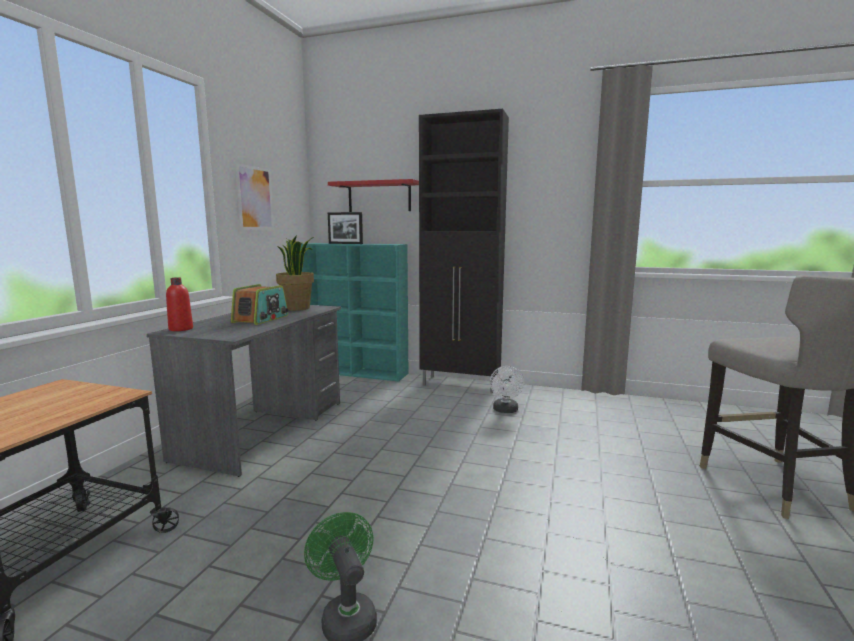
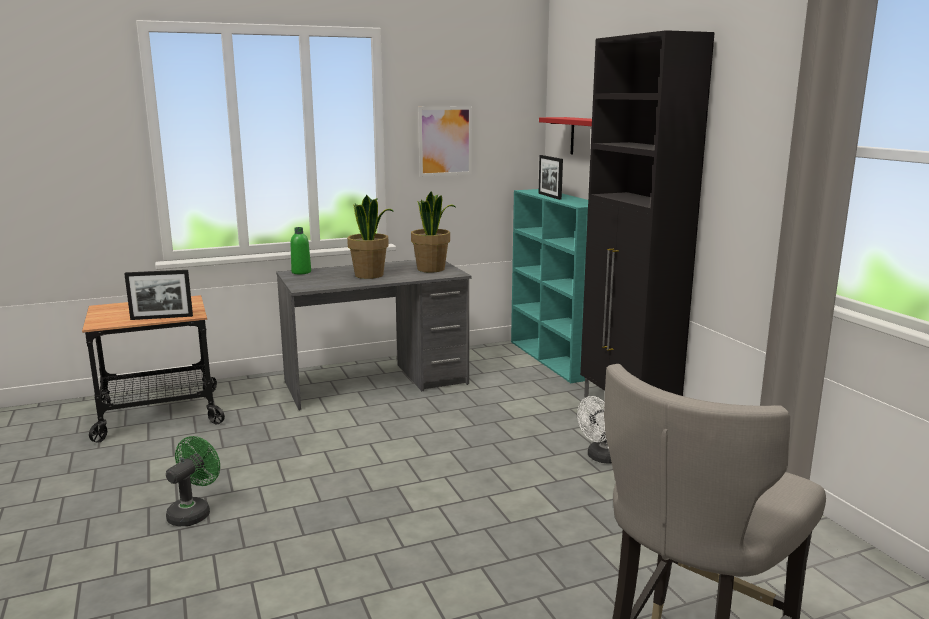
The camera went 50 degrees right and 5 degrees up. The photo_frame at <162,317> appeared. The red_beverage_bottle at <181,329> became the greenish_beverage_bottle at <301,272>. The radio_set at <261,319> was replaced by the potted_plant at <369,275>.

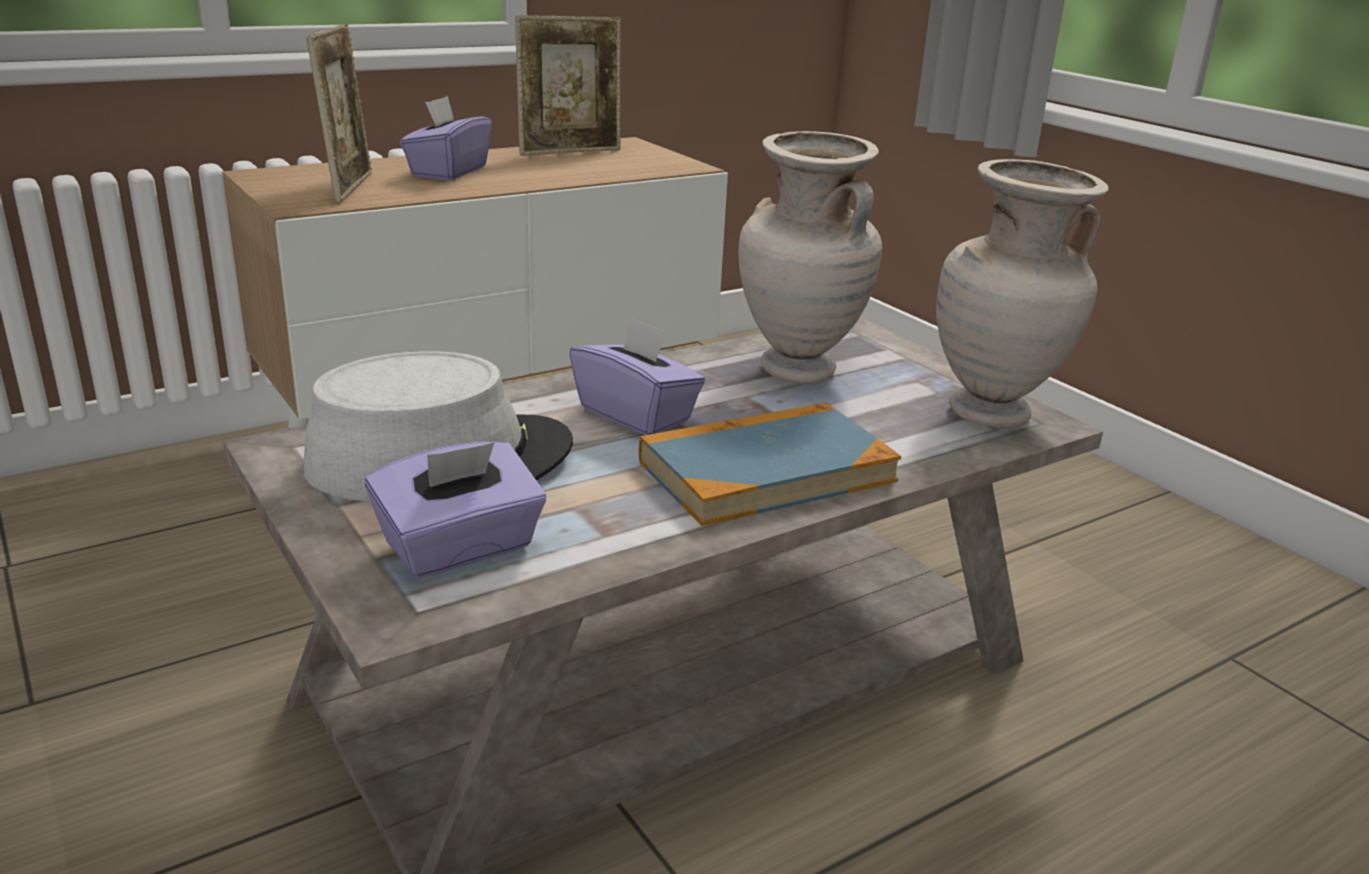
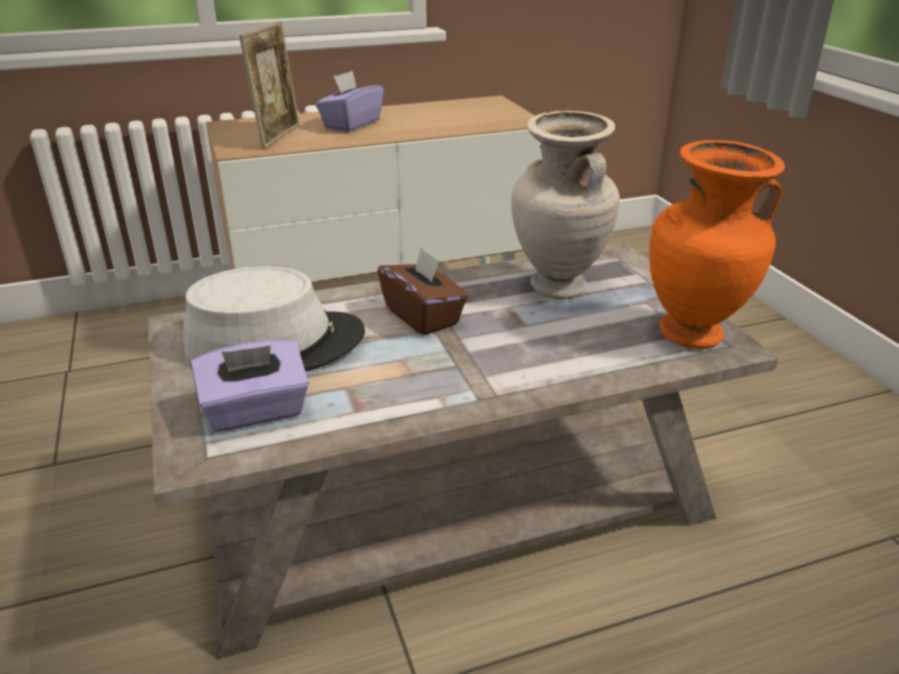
The camera went 15 degrees right and 5 degrees up. The purple-coloured_tissue_box at <636,414> became the brownish_tissue_box at <423,316>. The sand-coloured_decorative_vase at <992,414> became the orange-coloured_decorative_vase at <692,336>. The photo_frame at <570,152> disappeared. The bound_book at <766,471> disappeared.

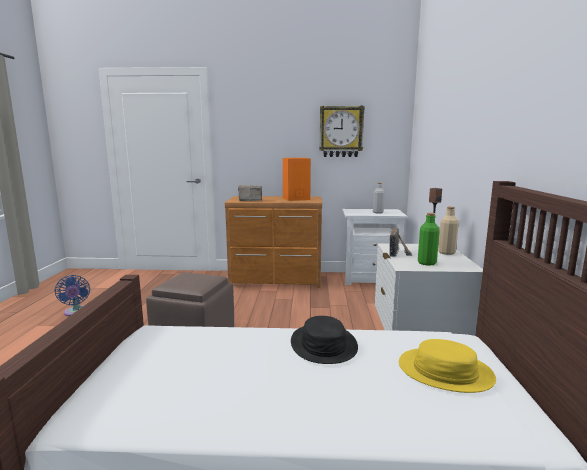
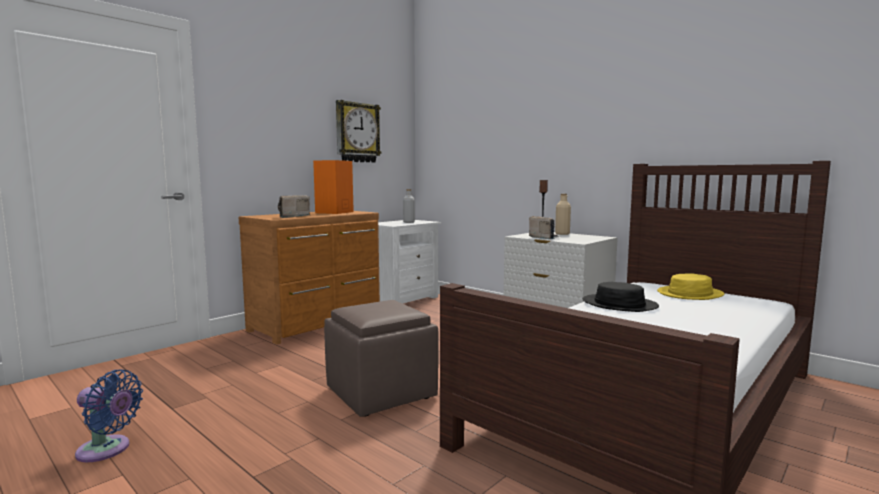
The camera went 50 degrees left and 5 degrees down. The greenish_beverage_bottle at <427,263> disappeared.

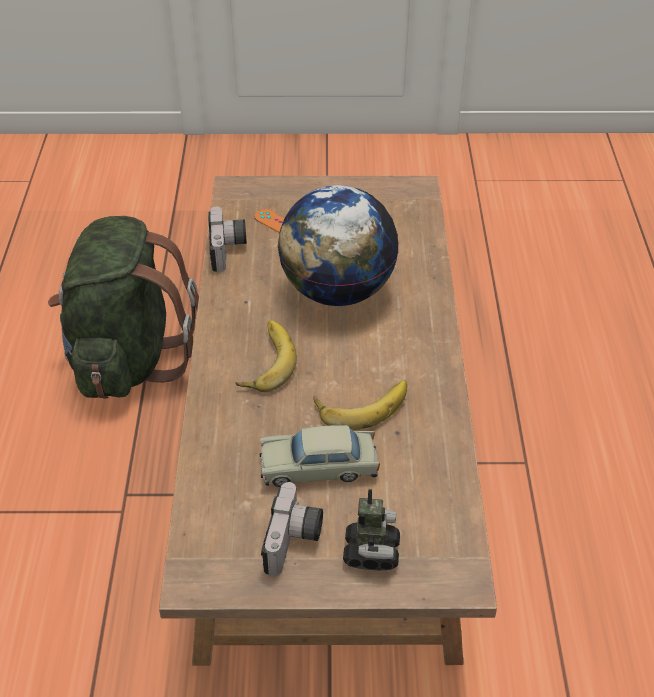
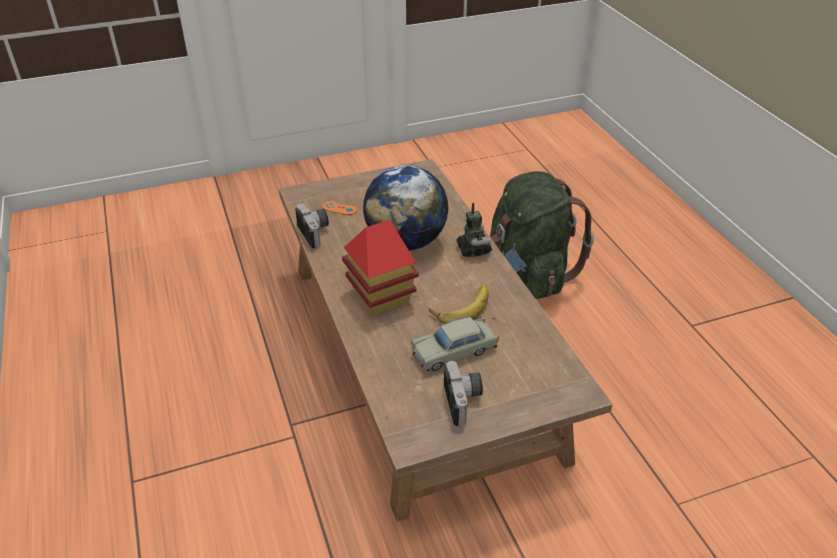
The camera went 20 degrees left and 5 degrees down. The banana at <264,361> was replaced by the model_house at <380,296>. The model_robot moved from <371,552> to <473,250>. The greenish_backpack moved from <128,359> to <528,275>.

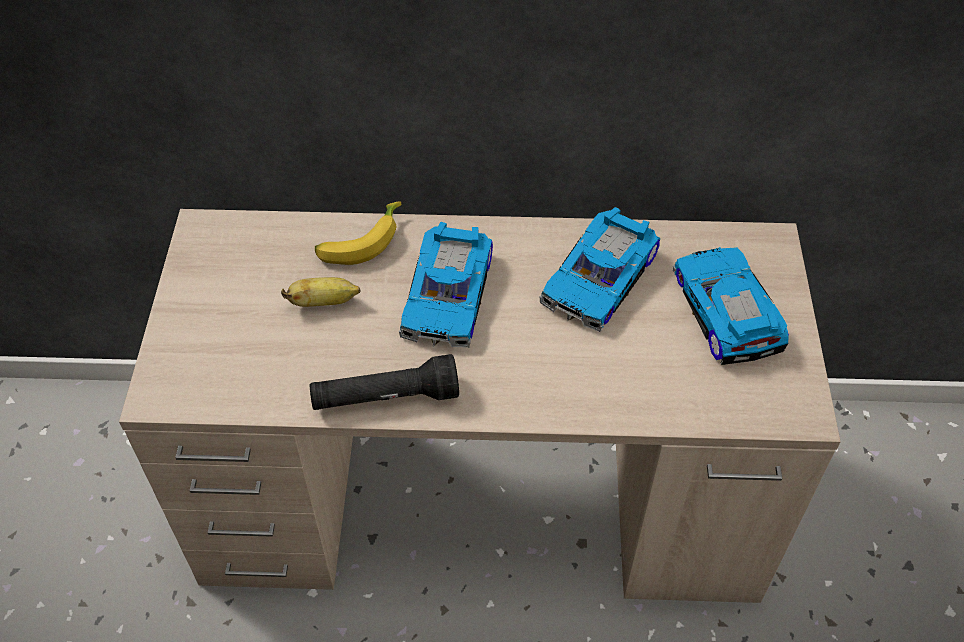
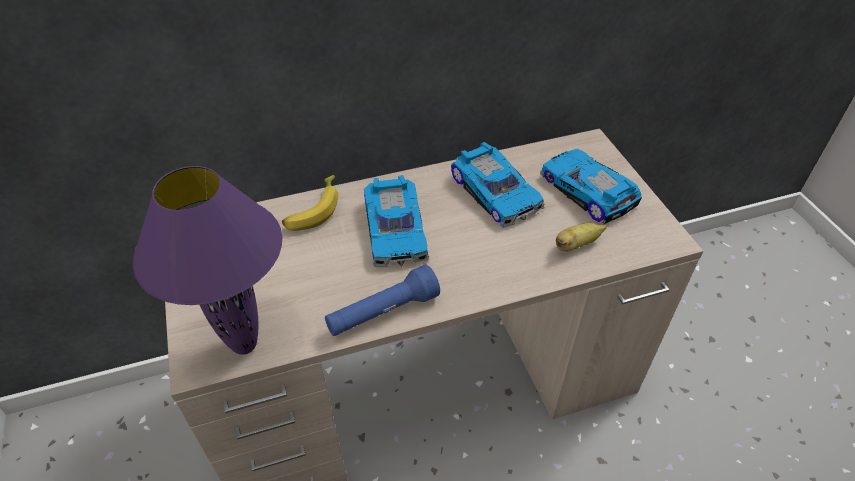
The camera went 20 degrees left and 5 degrees down. The purple-coloured_table_lamp at <244,343> appeared. The black-coloured_hand_torch at <385,398> became the bluish_hand_torch at <383,313>. The model_car at <602,279> turned 45 degrees counterclockwise. The banana moved from <324,302> to <576,245>.

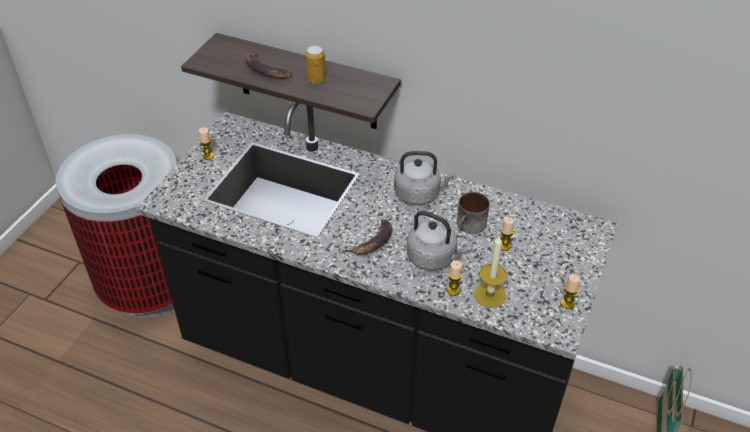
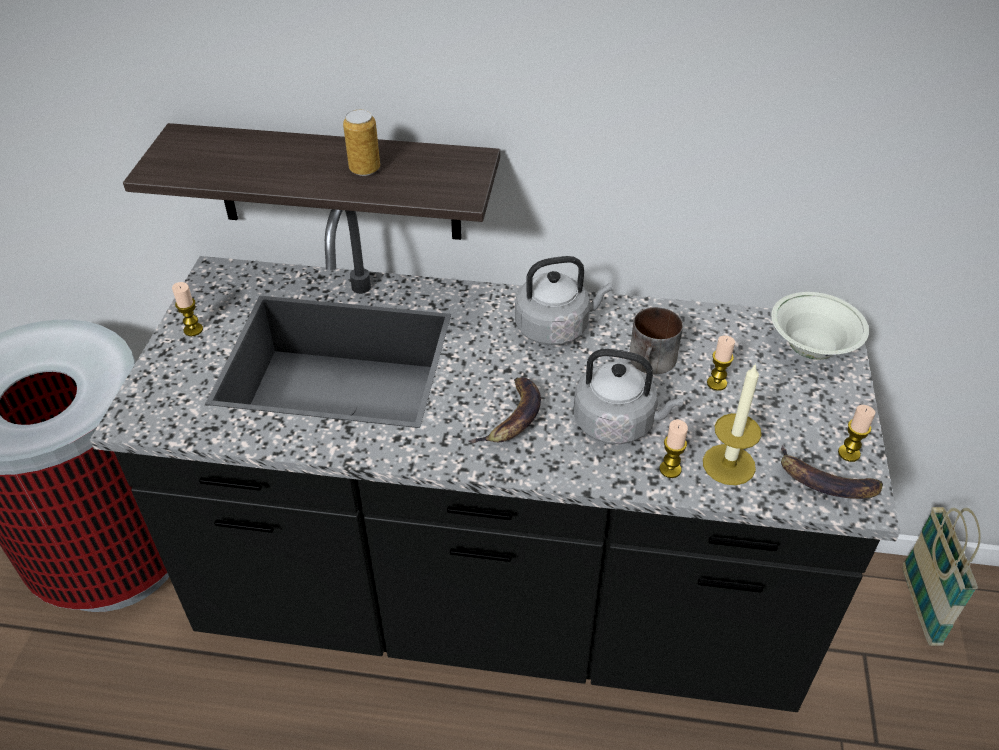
The camera went 15 degrees left and 0 degrees up. The whitish_bowl at <811,349> appeared. The banana moved from <265,70> to <824,482>.

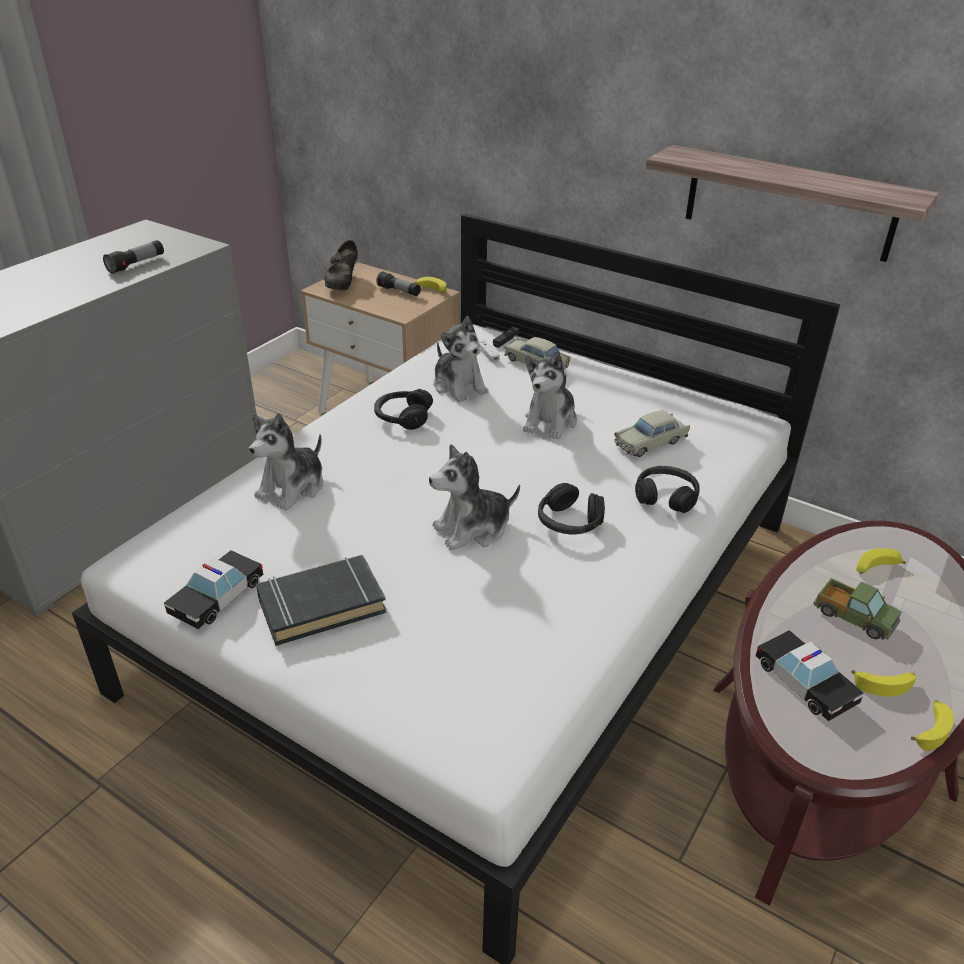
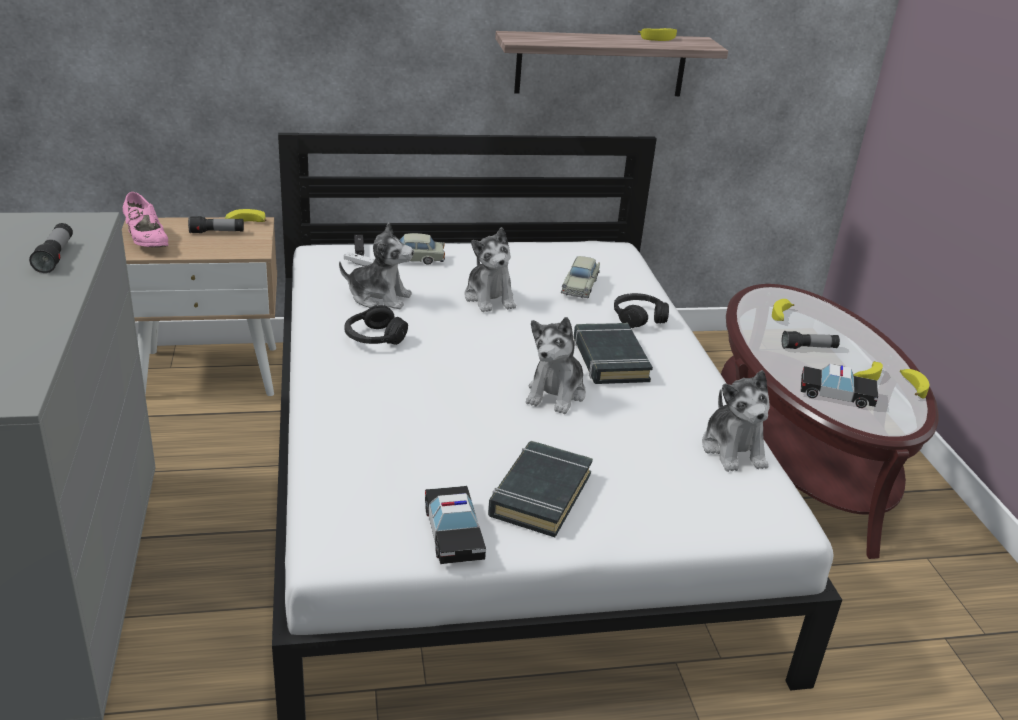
The camera went 45 degrees left and 5 degrees down. The black-coloured_low_shoe at <343,284> became the pinkish_low_shoe at <146,241>. The black-coloured_headphones at <569,522> was replaced by the black-coloured_bound_book at <609,359>. The banana at <659,38> appeared. The soft_toy moved from <292,488> to <733,449>. The model_truck at <853,618> was replaced by the hand_torch at <808,348>.

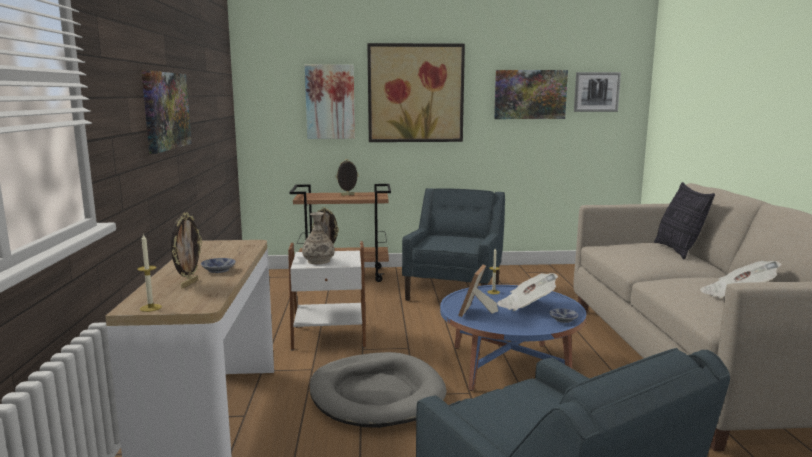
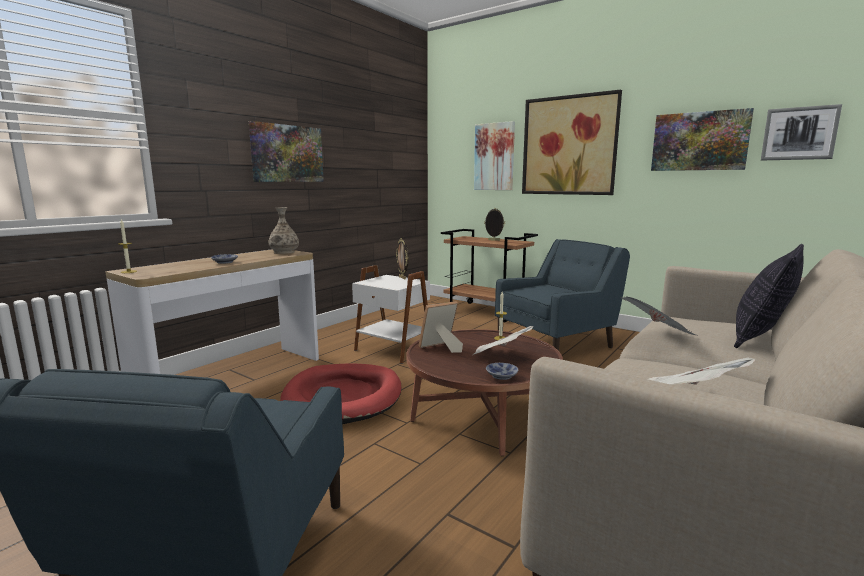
The camera went 40 degrees right and 0 degrees up. The decorative_vase moved from <318,261> to <284,252>. The gray_pet_bed at <376,394> became the red_pet_bed at <343,397>. The bluish_coffee_table at <509,366> became the brownish_coffee_table at <481,416>. The printed_paper at <657,335> appeared. The photo_frame at <189,284> disappeared.

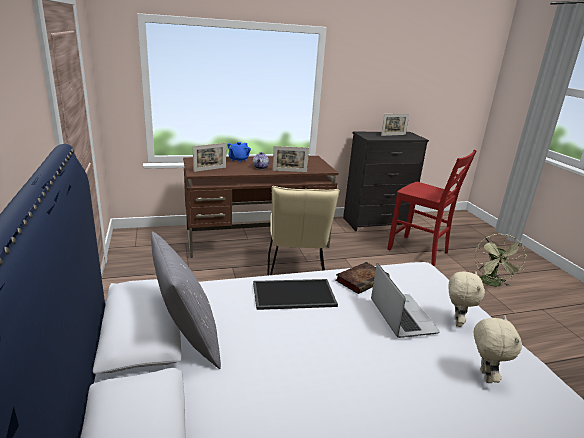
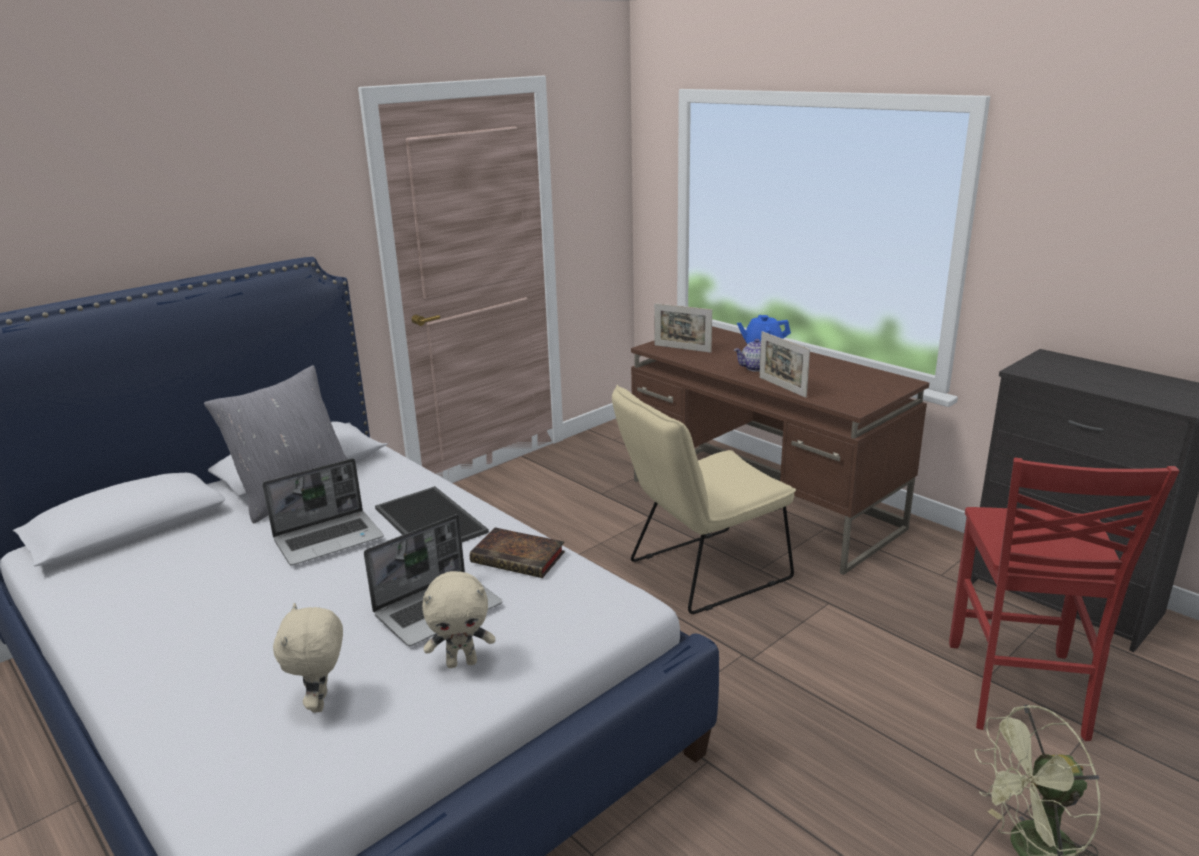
The camera went 65 degrees right and 0 degrees up. The portable_computer at <329,539> appeared. The sand-coloured_soft_toy at <484,376> turned 105 degrees clockwise. The photo_frame at <393,135> disappeared.

